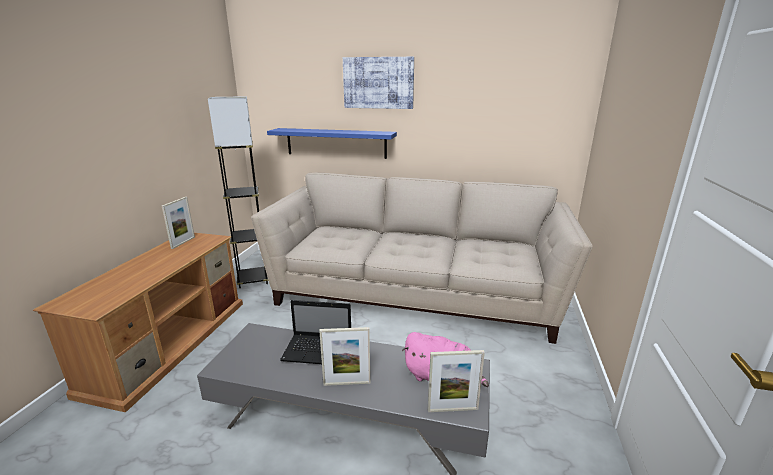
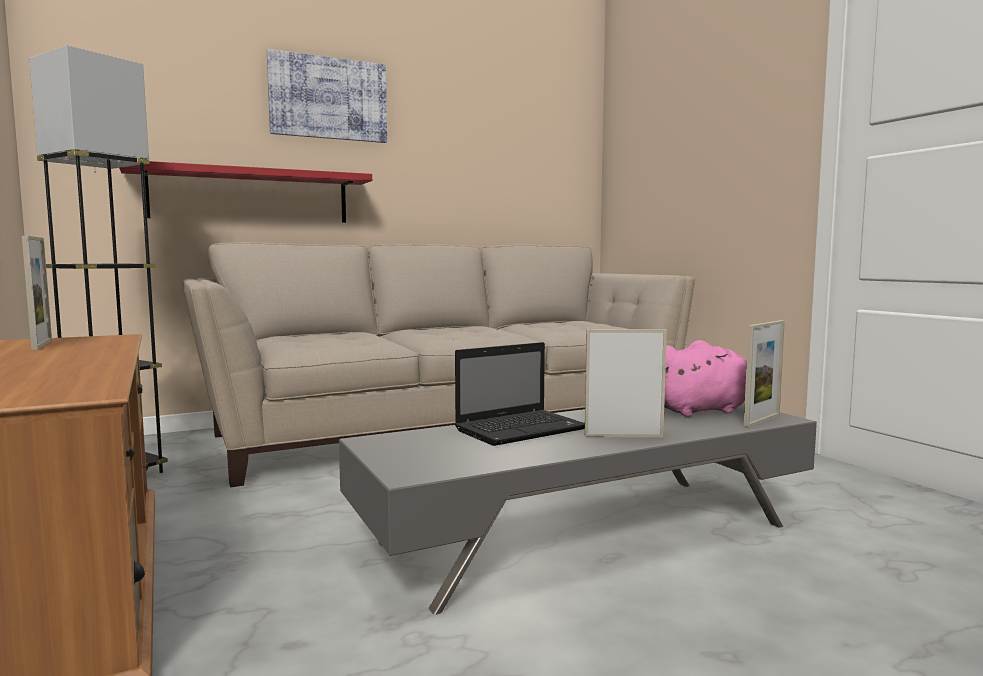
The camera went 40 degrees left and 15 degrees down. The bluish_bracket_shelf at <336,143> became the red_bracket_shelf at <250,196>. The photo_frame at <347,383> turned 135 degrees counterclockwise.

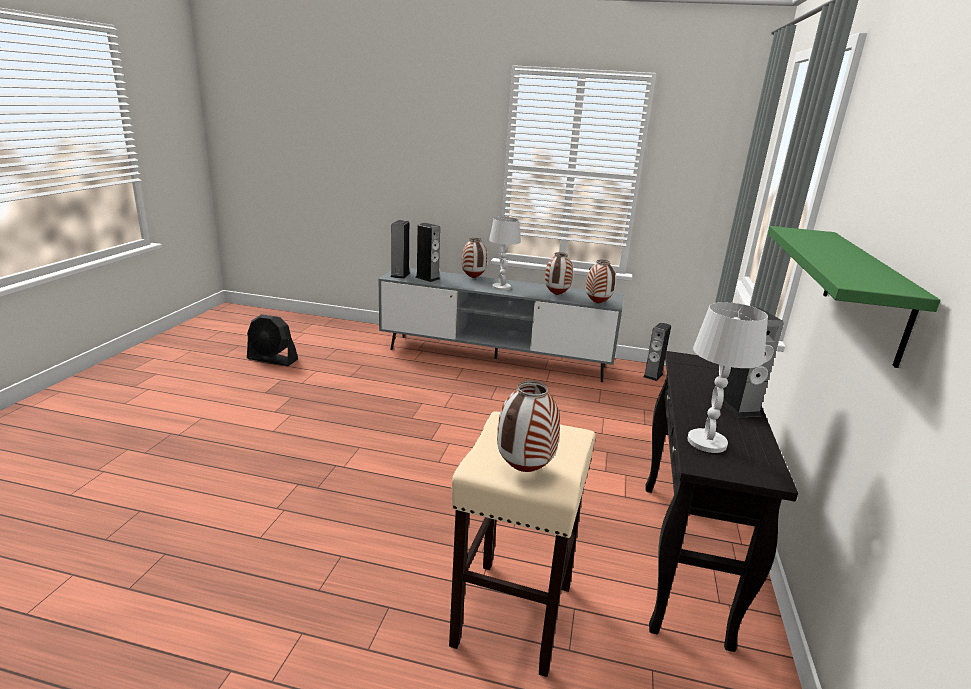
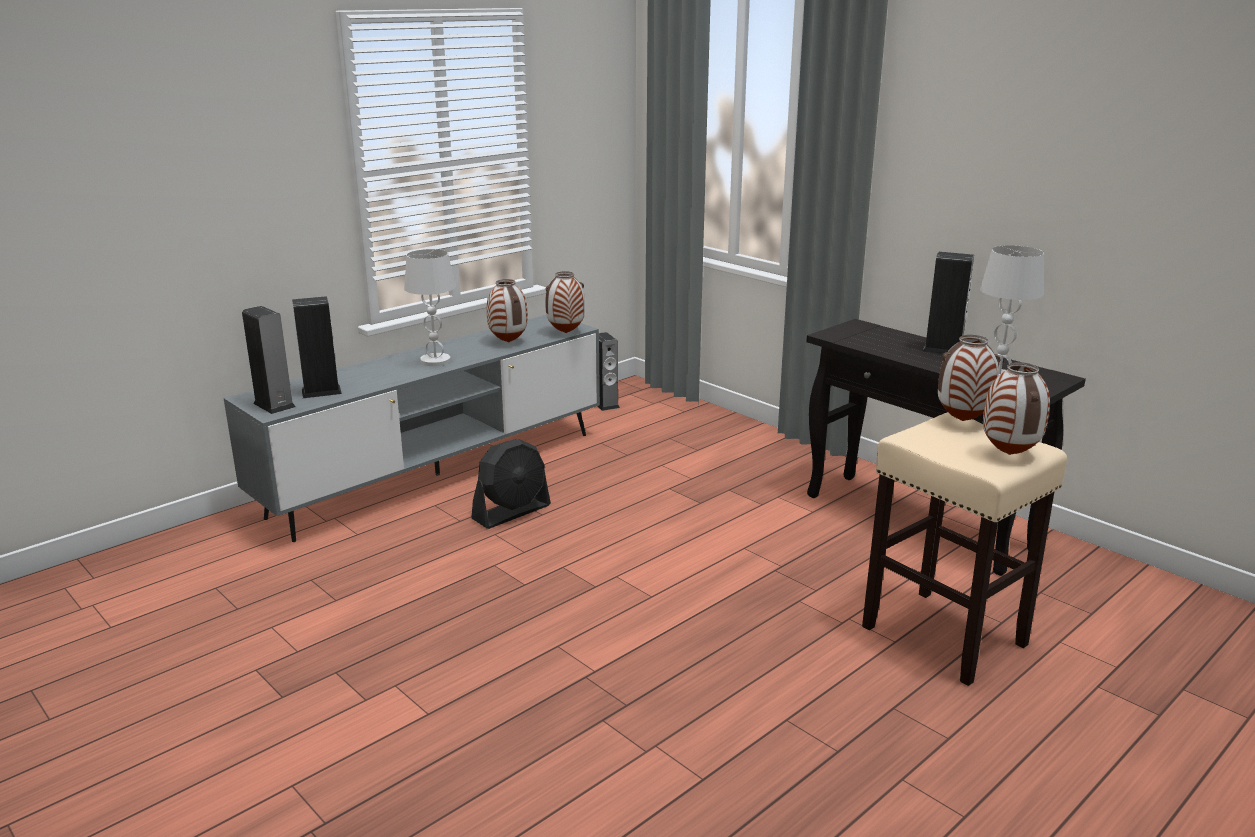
The camera went 55 degrees left and 0 degrees up. The black-coloured_fan moved from <272,359> to <512,512>. The decorative_vase moved from <473,278> to <963,420>. The greenish_bracket_shelf at <866,293> disappeared.

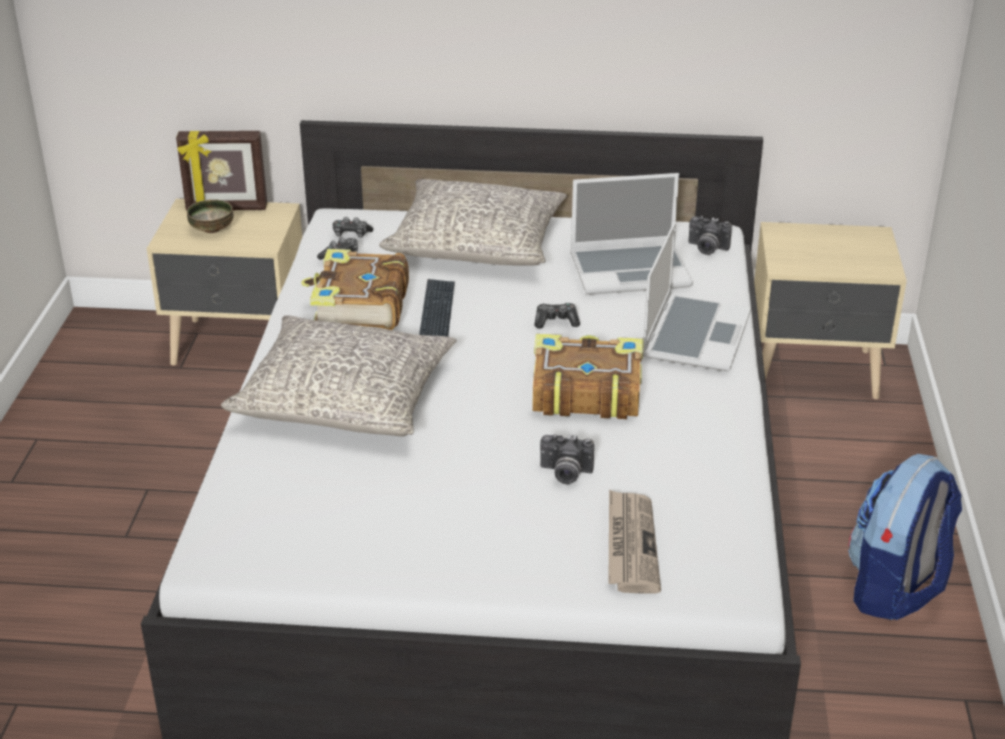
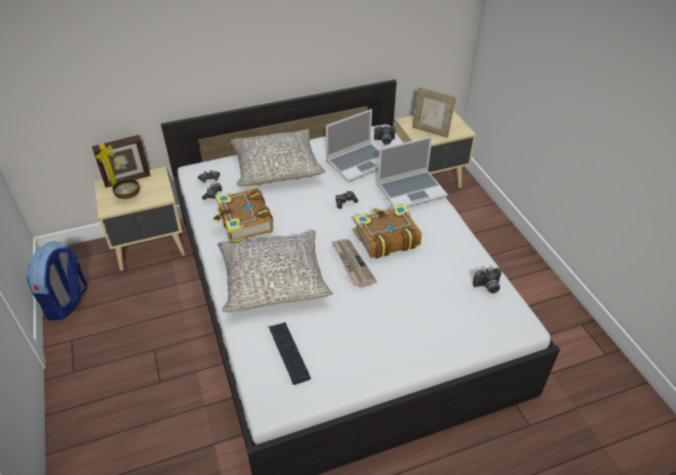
The camera went 25 degrees left and 10 degrees up. The backpack moved from <895,590> to <67,302>. The computer_keyboard moved from <437,312> to <289,353>. The printed_paper moved from <630,544> to <351,264>. The portable_computer at <694,334> turned 75 degrees clockwise. The photo_frame at <430,131> appeared. The photo_camera moved from <565,474> to <487,287>.

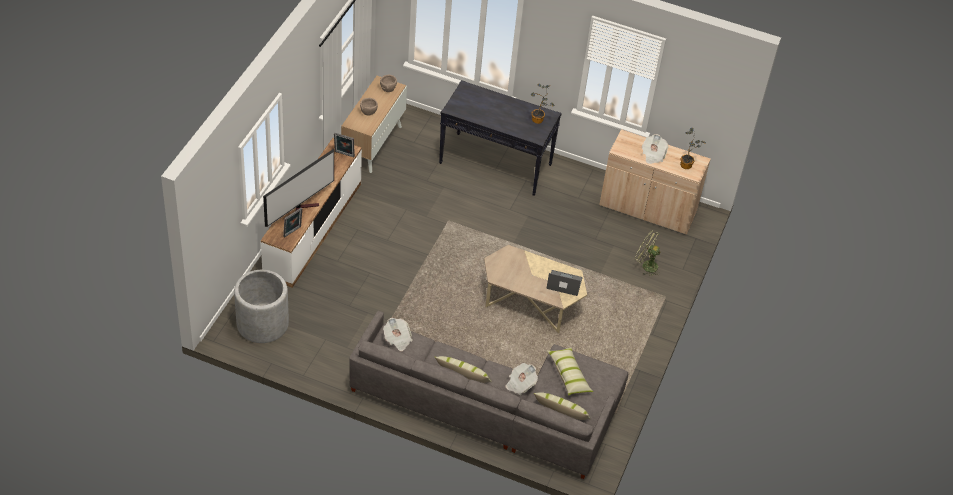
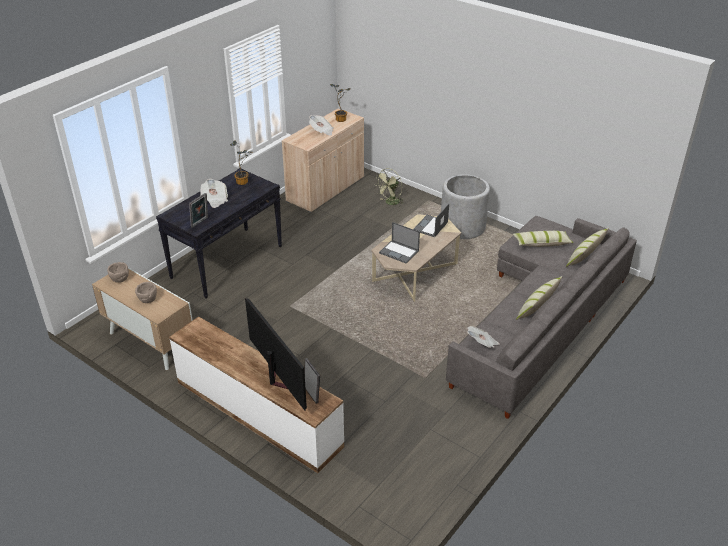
The camera went 70 degrees left and 10 degrees down. The photo_frame moved from <344,155> to <200,222>. The printed_paper moved from <520,384> to <215,200>. The portable_computer at <399,252> appeared. The gray_planter moved from <262,324> to <462,226>.

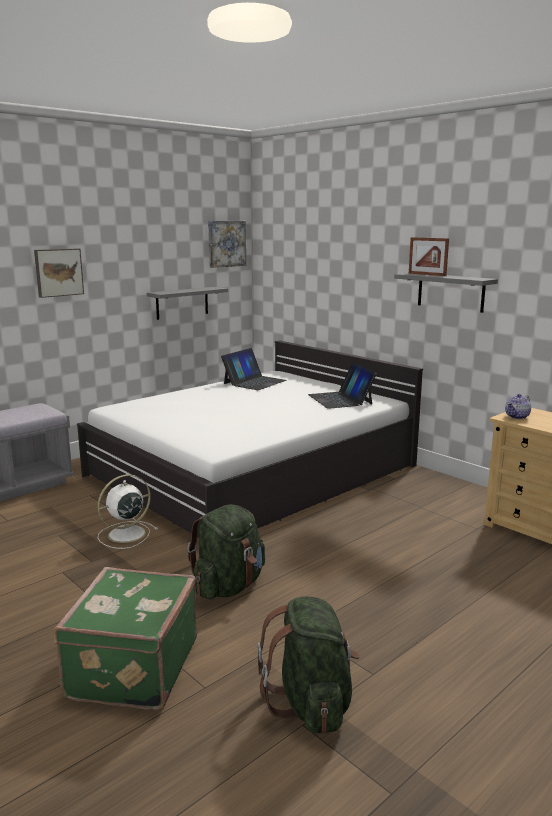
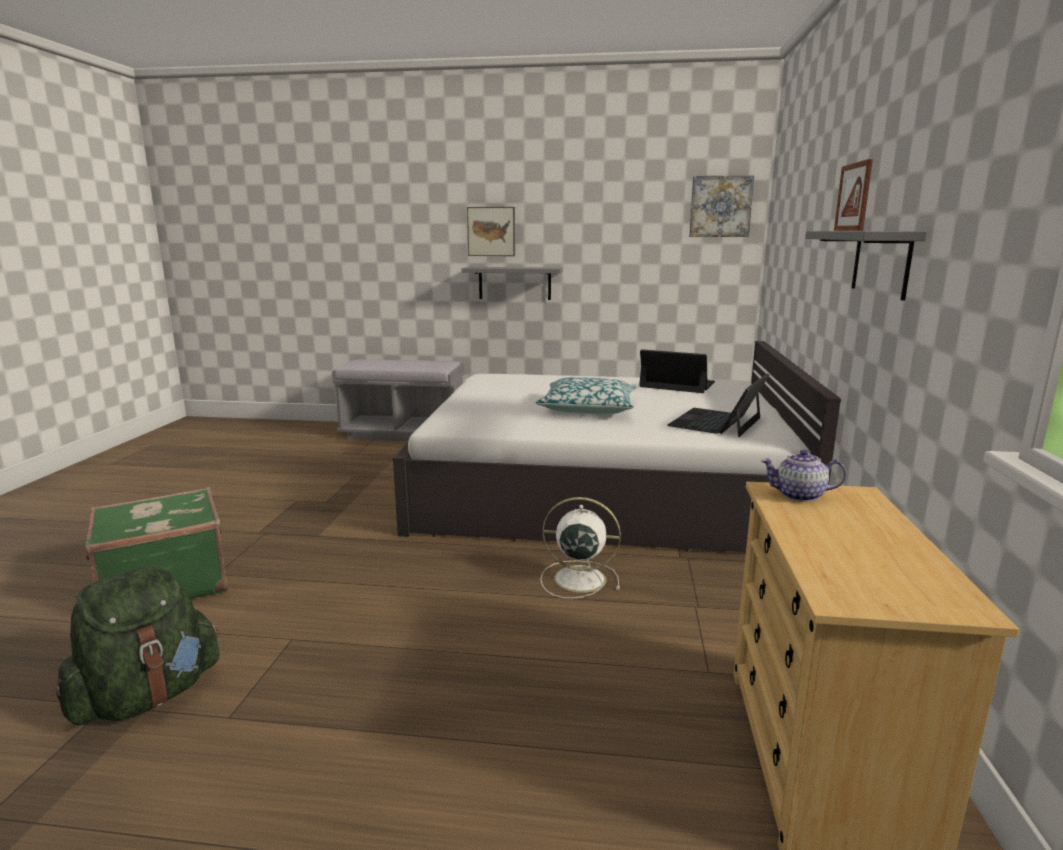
The camera went 50 degrees right and 0 degrees up. The gray_bracket_shelf moved from <182,303> to <514,283>. The pillow at <588,408> appeared. The whitish_fan moved from <125,534> to <577,579>. The portable_computer at <254,382> turned 150 degrees counterclockwise. The greenish_backpack at <228,586> disappeared.

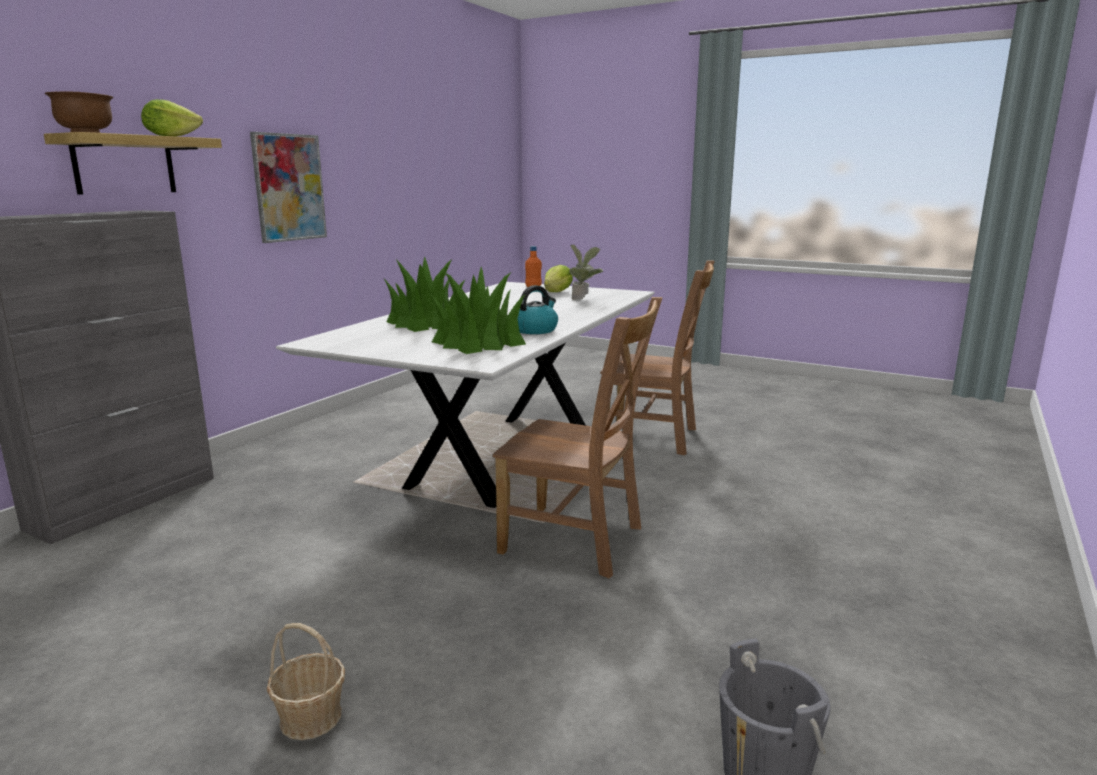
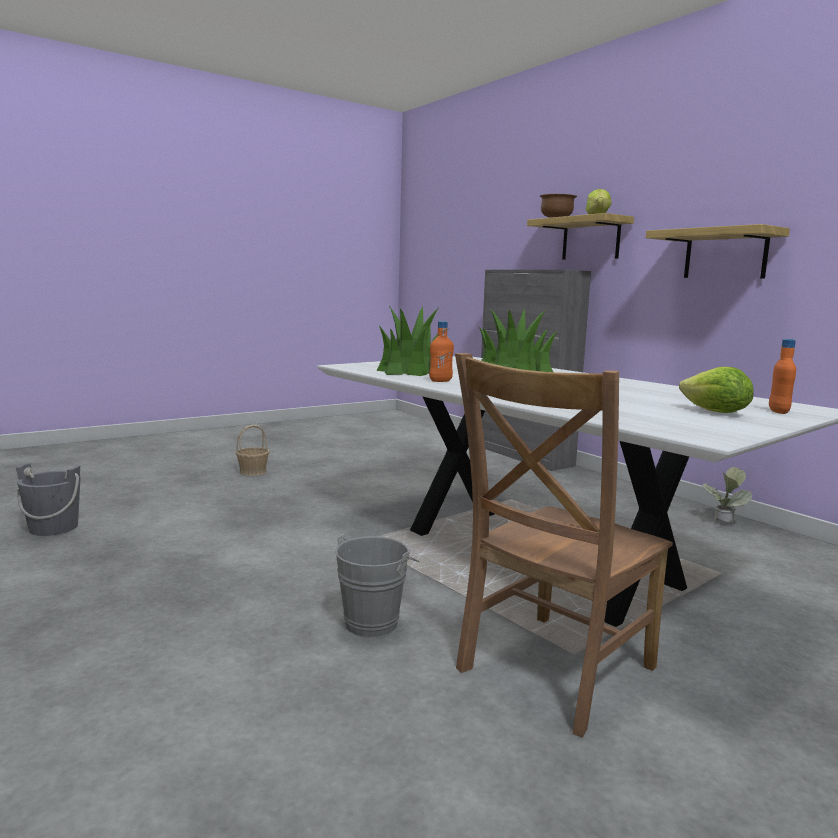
The camera went 115 degrees right and 5 degrees down. The gray_water_bucket at <375,621> appeared. The kettle at <535,330> was replaced by the orange-coloured_beverage_bottle at <440,381>. The picture at <289,187> was replaced by the bracket_shelf at <725,254>. The potted_plant moved from <584,299> to <722,525>. The brownish_chair at <577,541> disappeared.

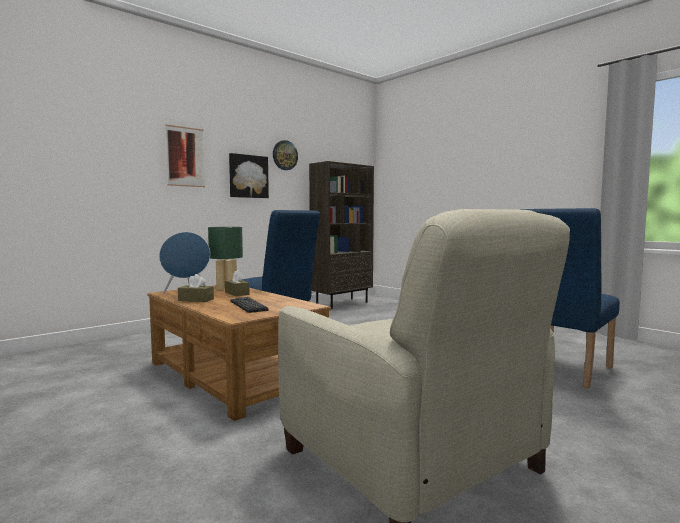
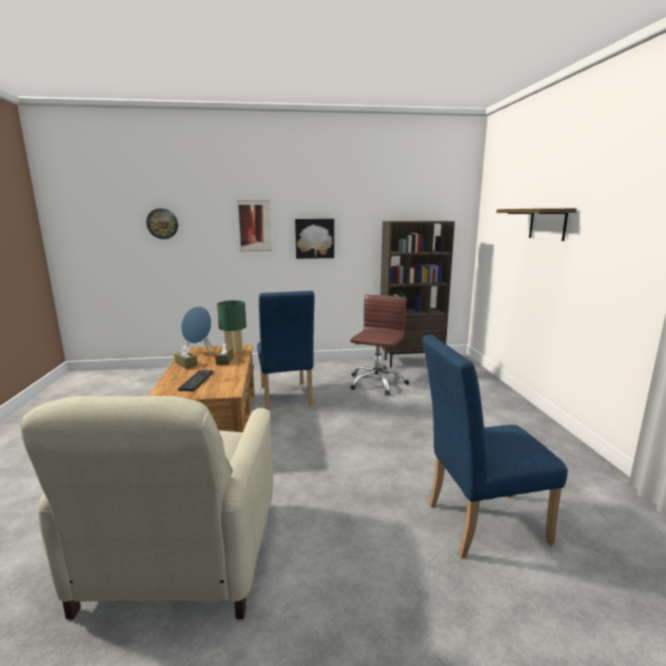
The camera went 35 degrees right and 10 degrees up. The wall_clock moved from <284,155> to <162,223>. The brownish_office_chair at <376,383> appeared. The bracket_shelf at <547,224> appeared.

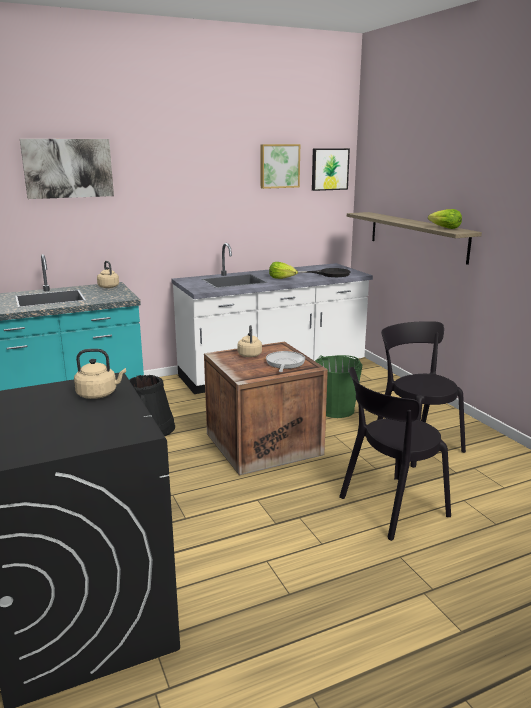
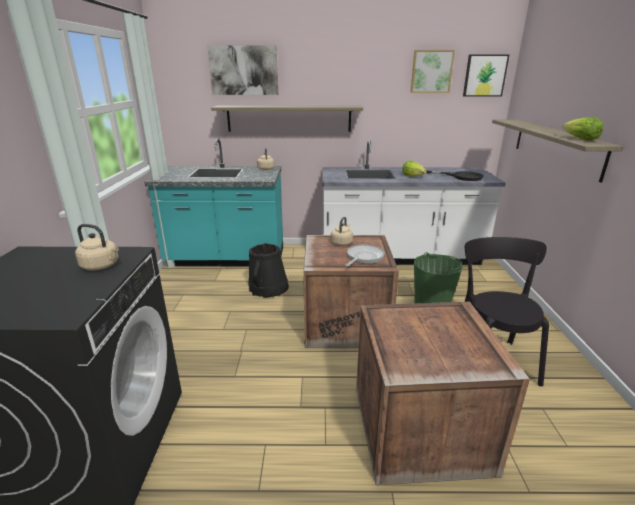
The camera went 25 degrees right and 5 degrees up. The bracket_shelf at <289,118> appeared. The black-coloured_chair at <389,508> was replaced by the shipping_crate at <417,427>.

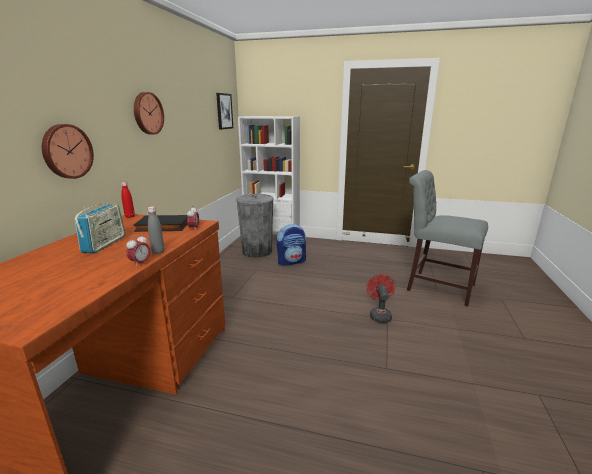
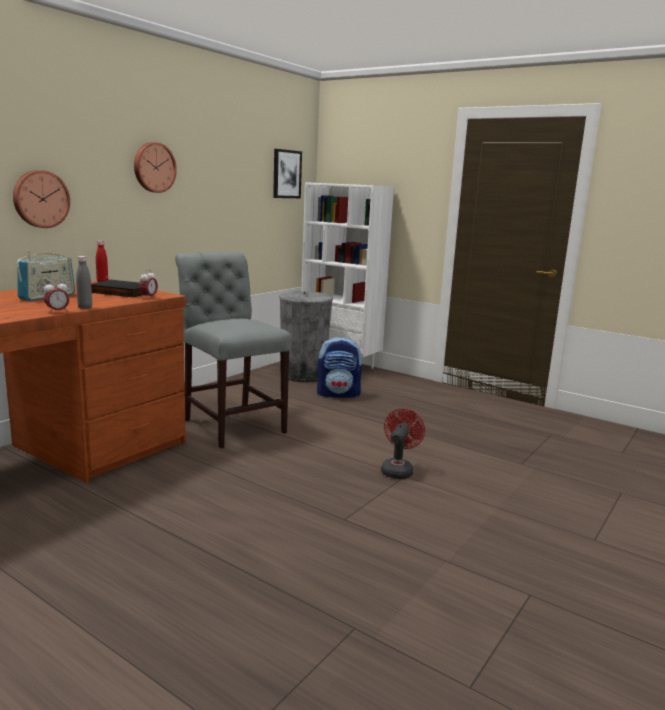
The camera went 20 degrees right and 5 degrees down. The gray_chair moved from <436,286> to <231,424>.

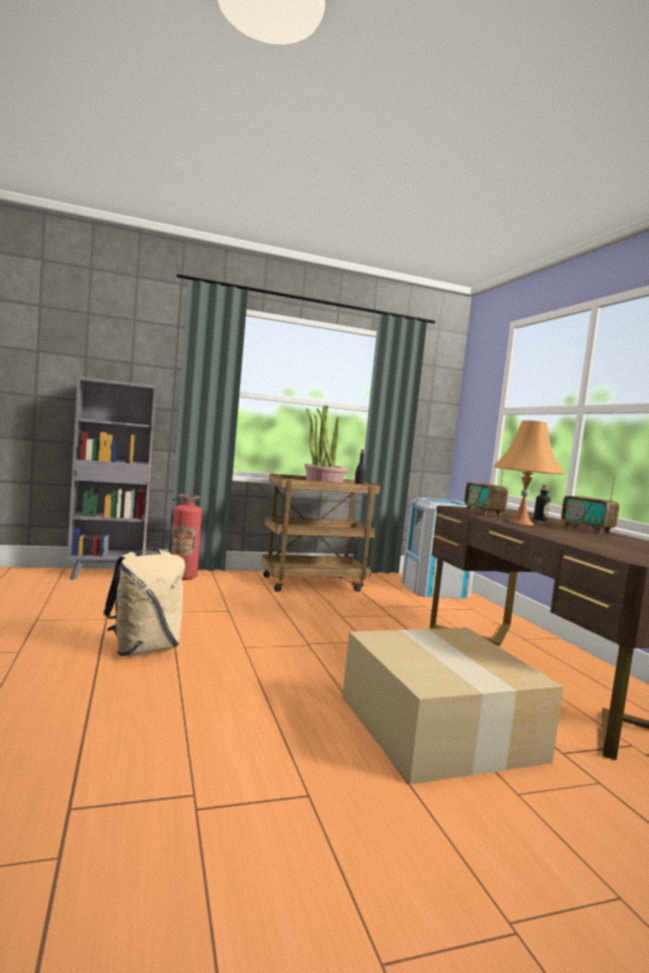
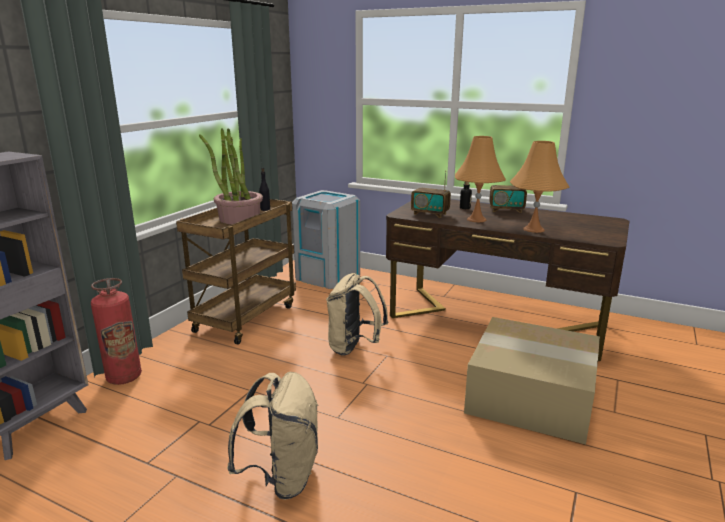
The camera went 45 degrees left and 15 degrees up. The sand-coloured_backpack at <354,348> appeared. The orange-coloured_table_lamp at <533,229> appeared.

